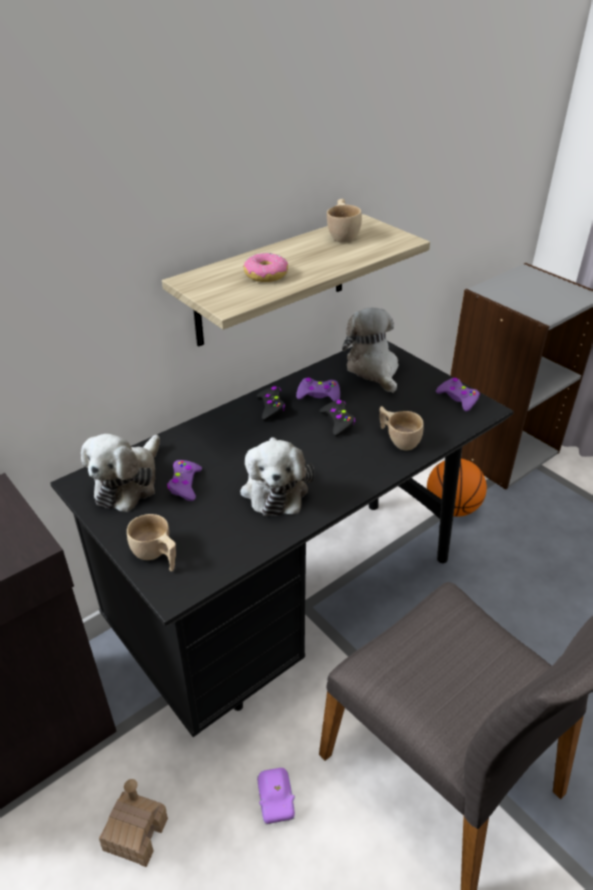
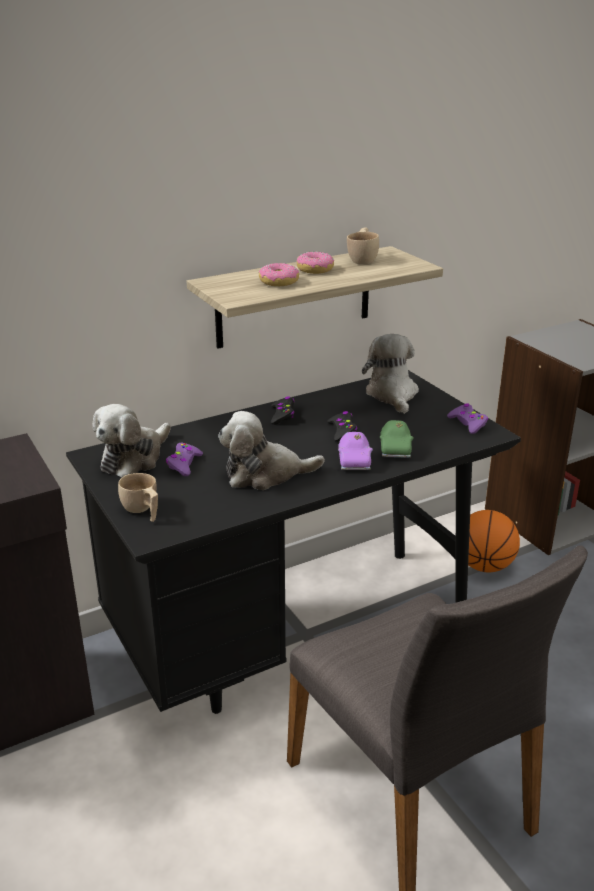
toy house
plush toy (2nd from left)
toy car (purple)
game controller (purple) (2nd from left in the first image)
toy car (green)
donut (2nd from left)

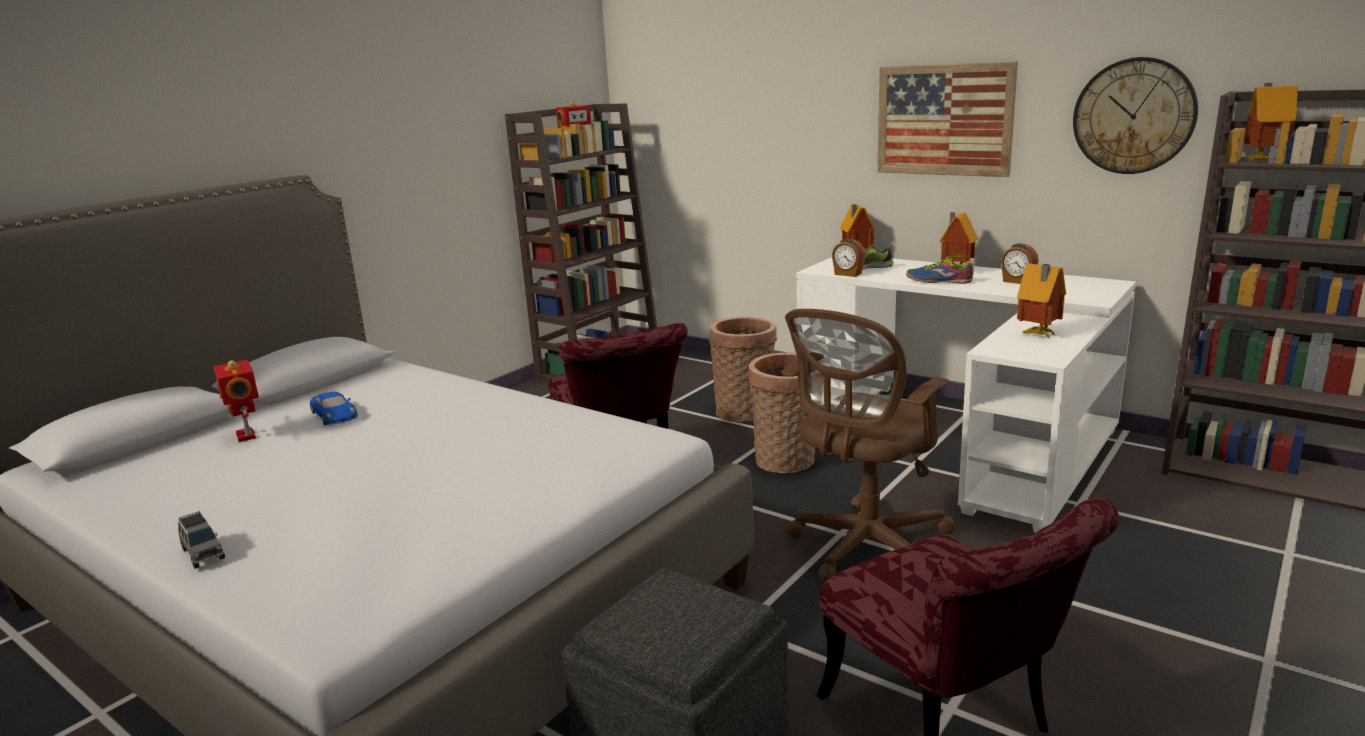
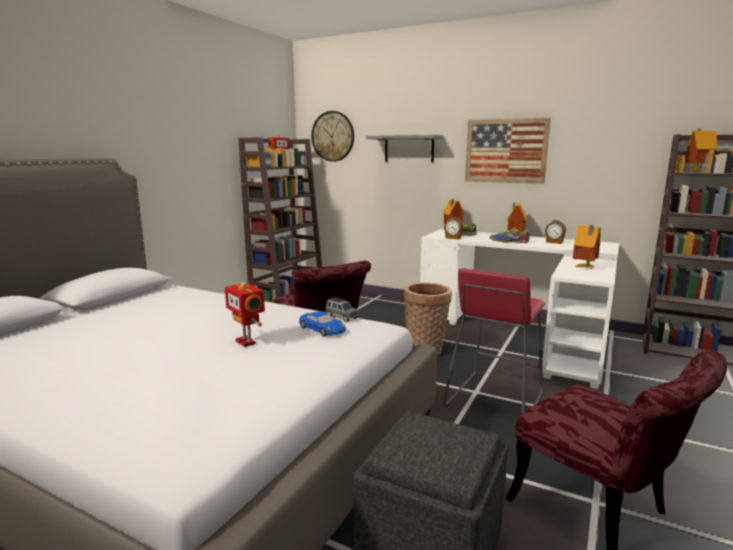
toy car (grey)
toy robot (1st from left)
toy car (blue)
basket (1st from left in the first image)
stool (red)
wall clock
shelf (grey)

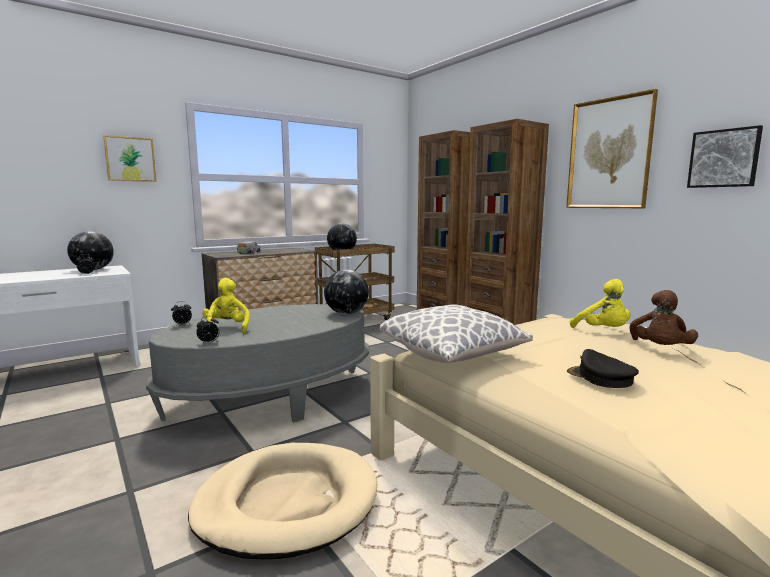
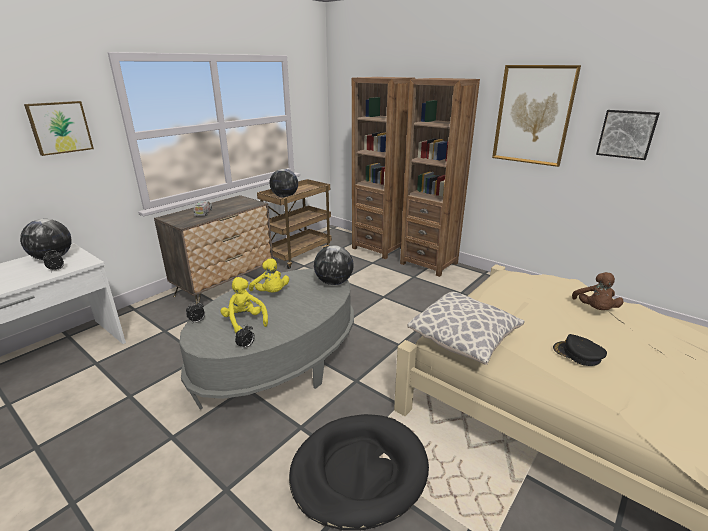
dog bed (black)
plush toy (yellow) (2nd from left)

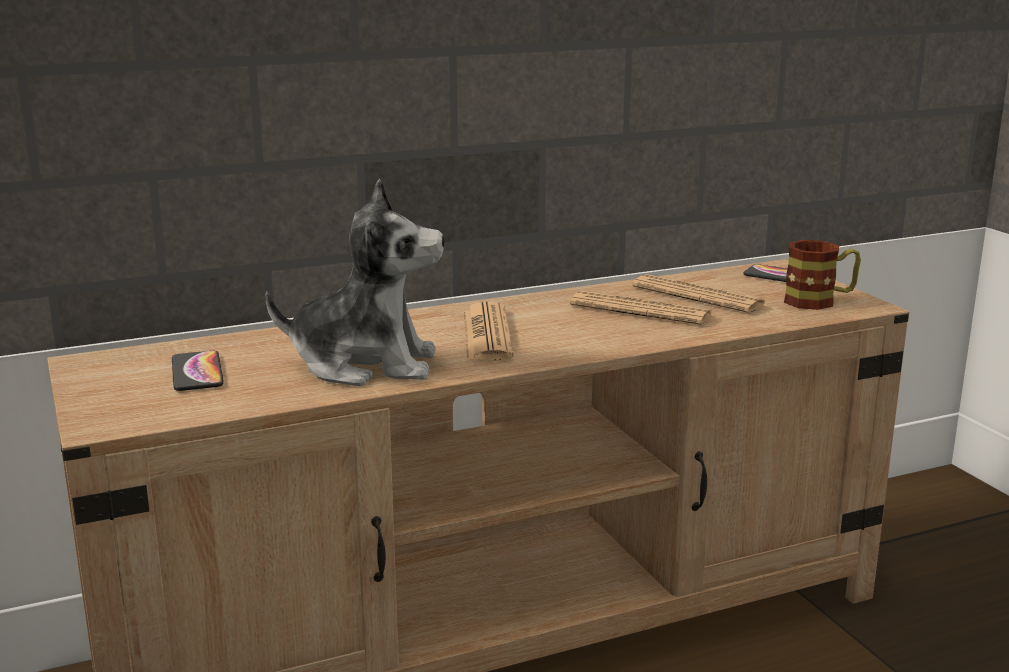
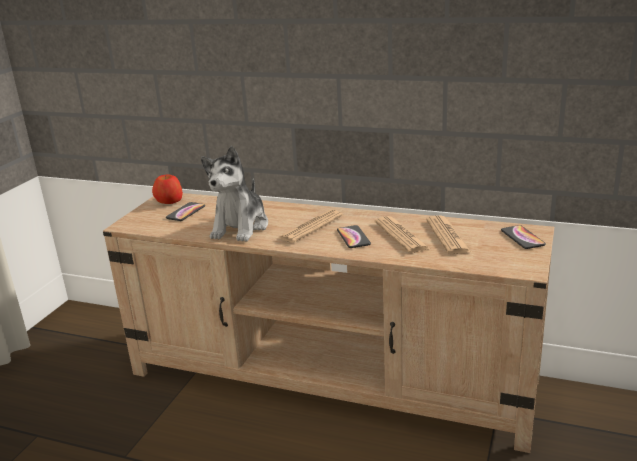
plush toy
mug
apple
phone (2nd from left)

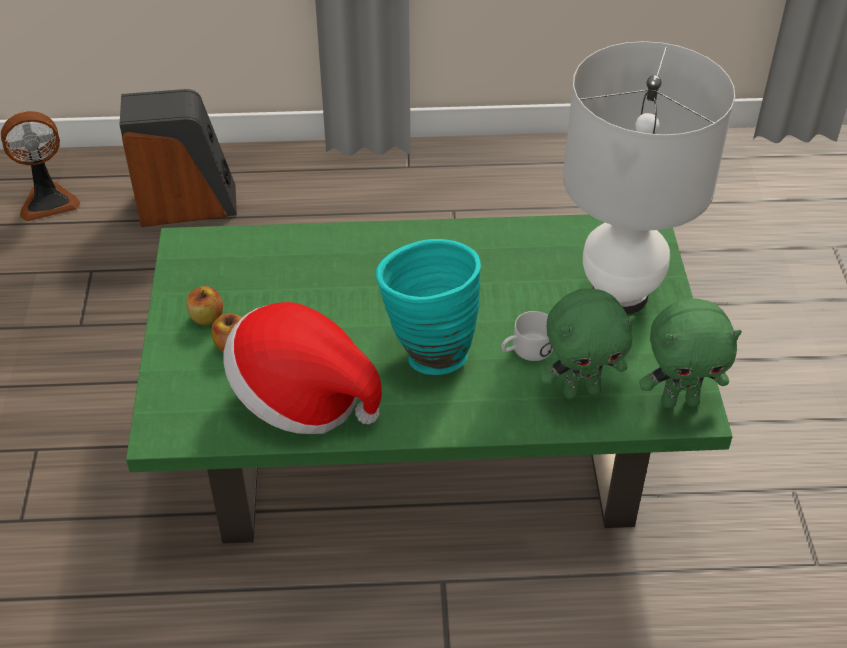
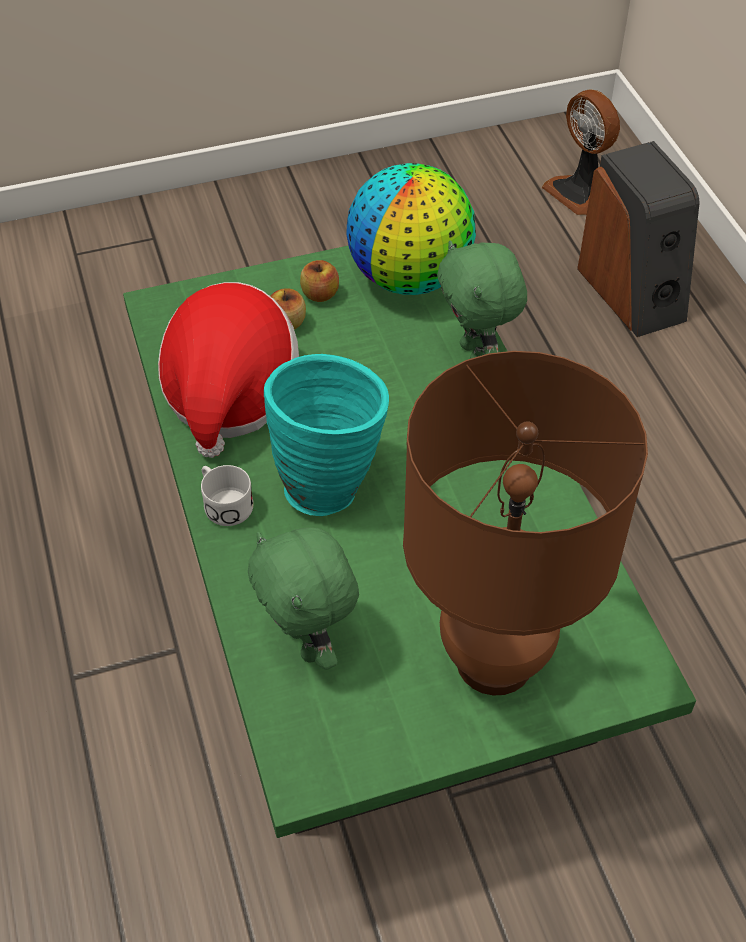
mug (white)
table lamp (brown)
plush toy (green) (2nd from left)
globe

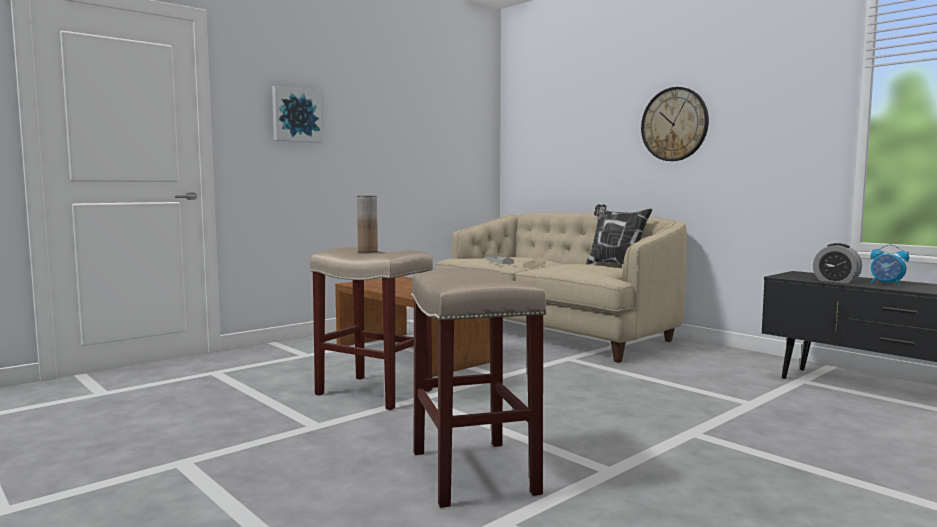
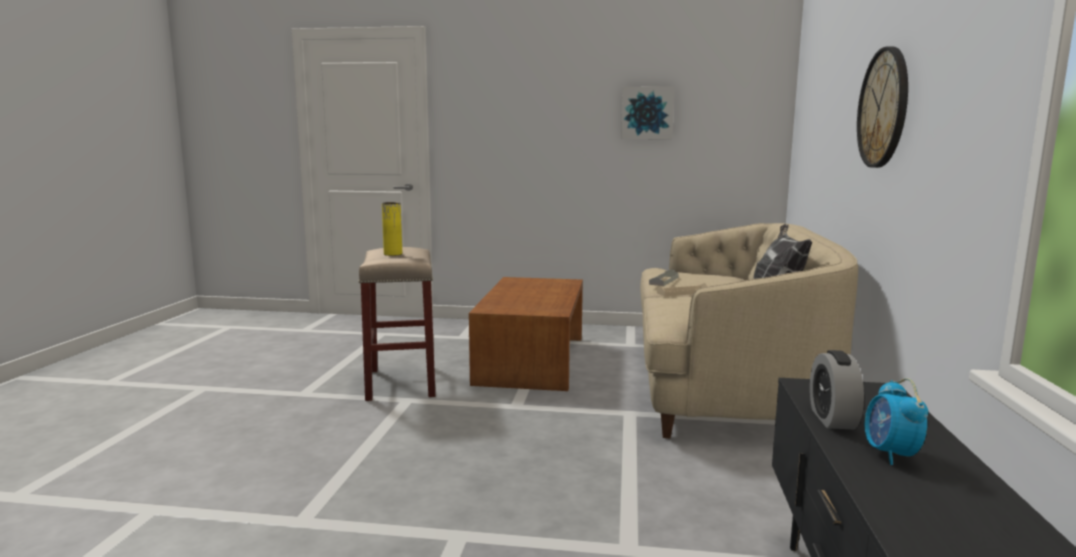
picture
vase (yellow)
stool (beige) (2nd from left in the first image)

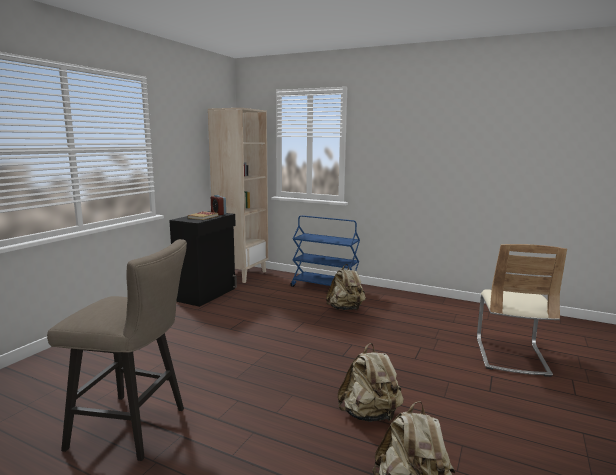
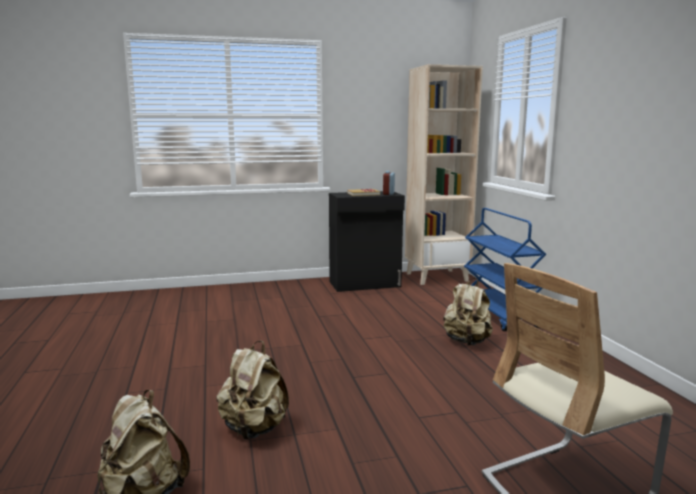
stool (beige)

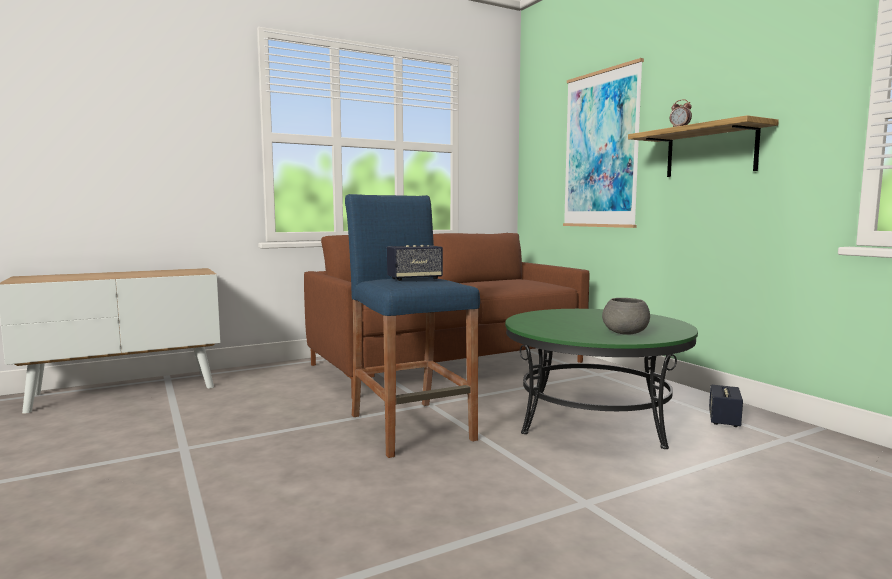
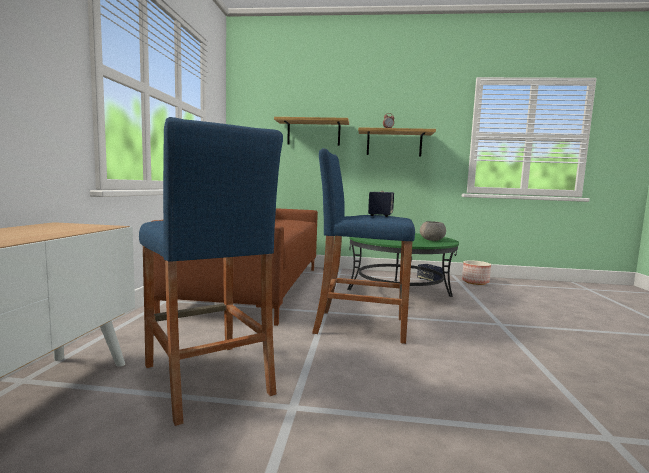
shelf (1st from left)
stool (blue) (1st from left)
planter

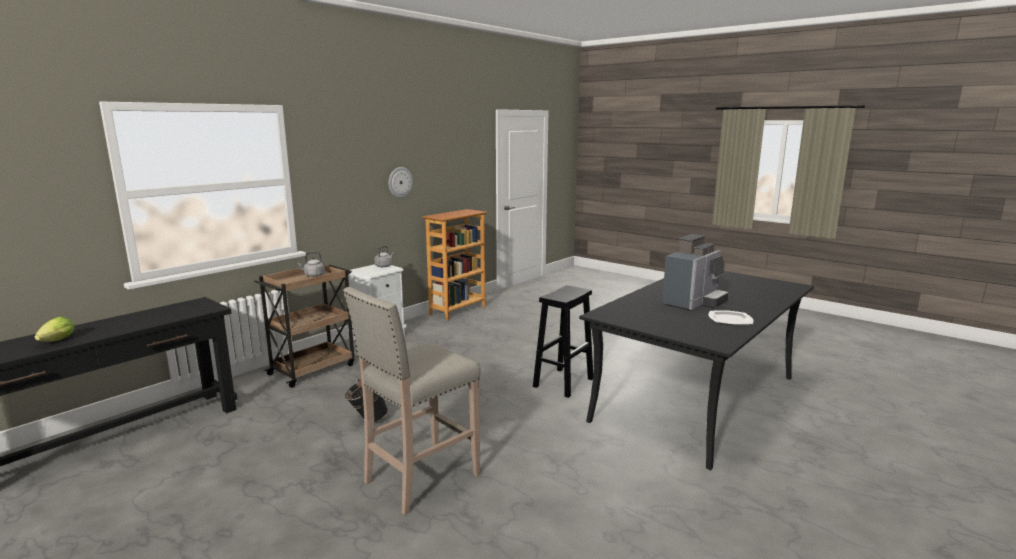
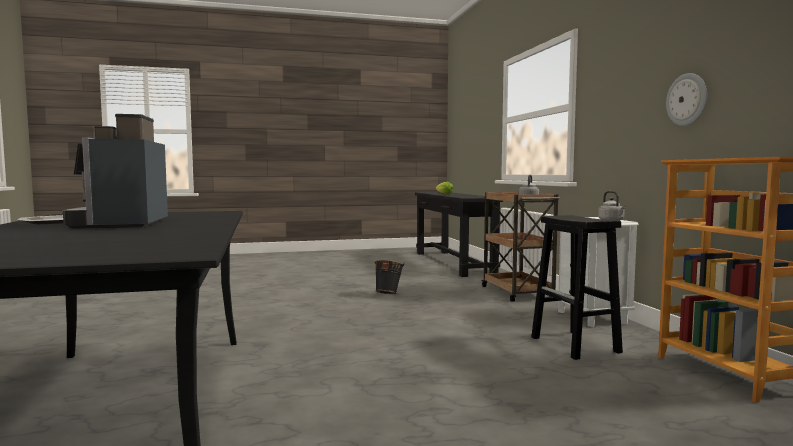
stool (beige)
stool (black)

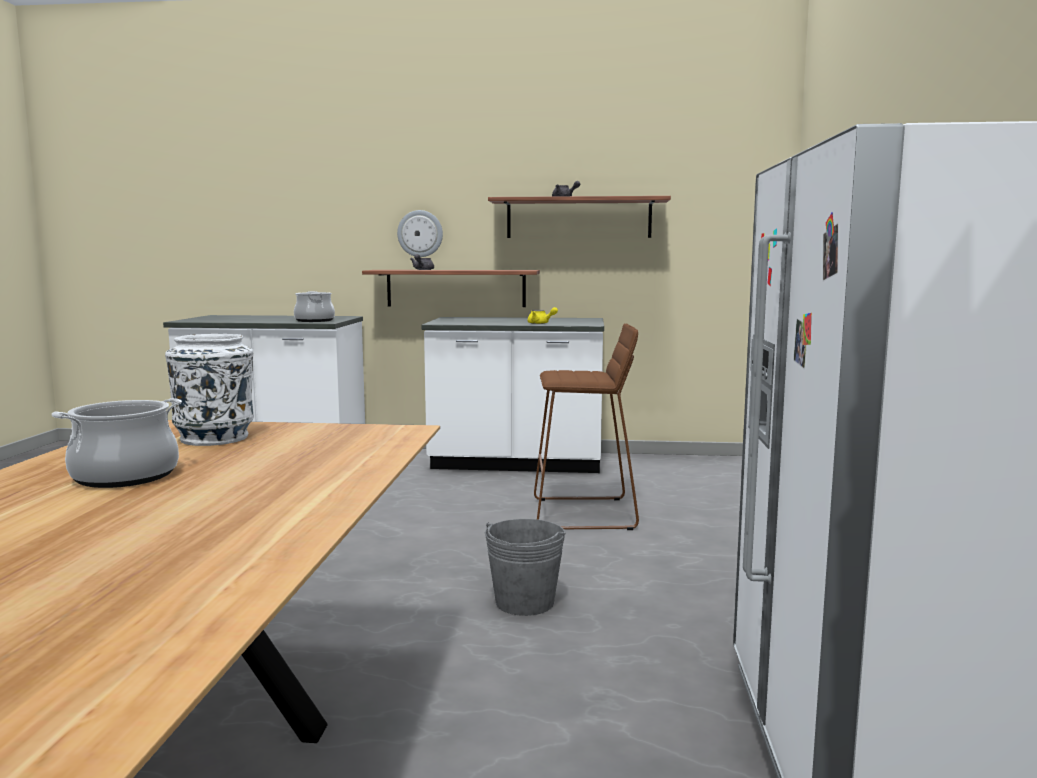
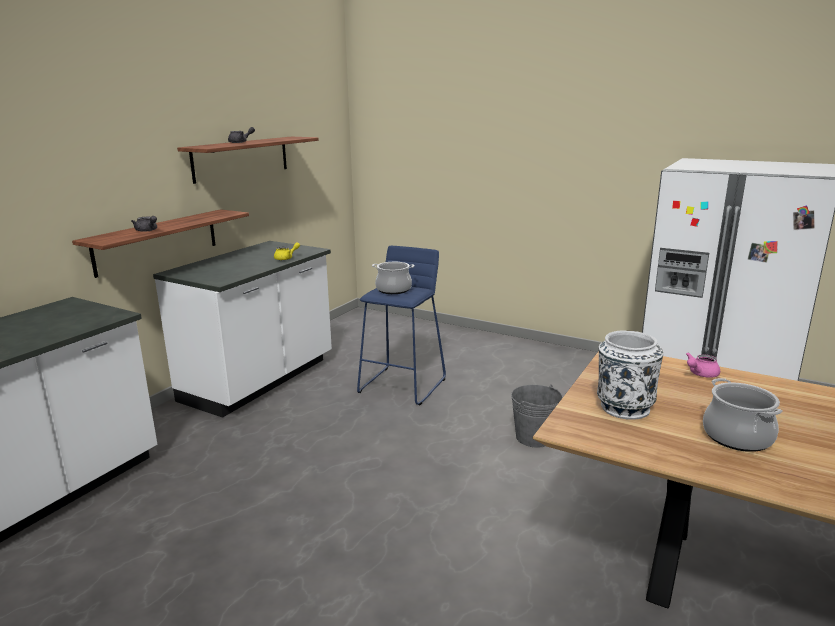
cooking pot (1st from left)
wall clock
stool (blue)
teapot (pink)

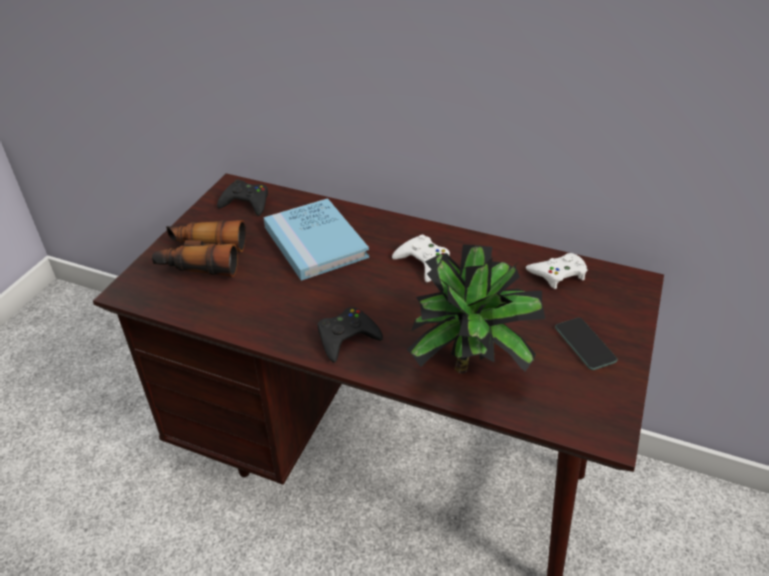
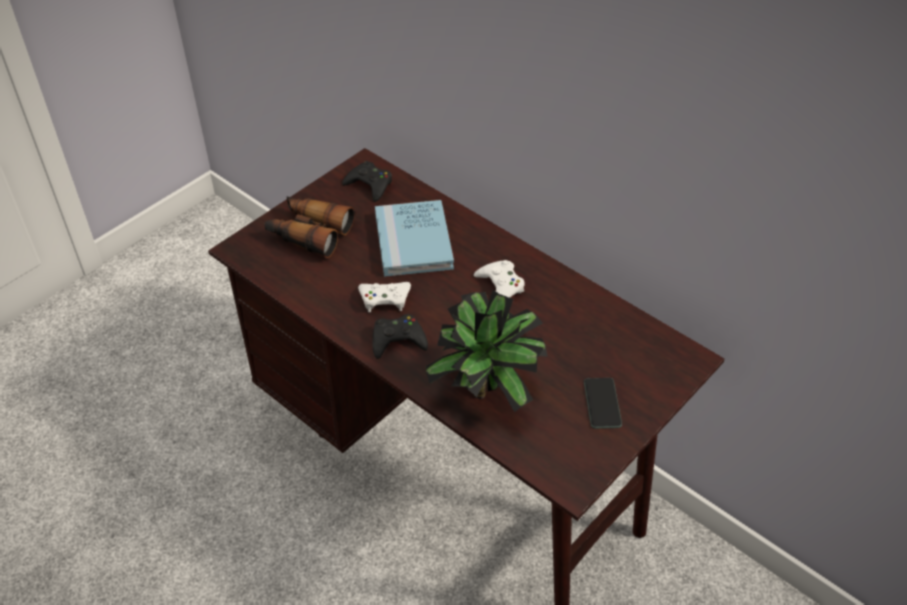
game controller (white) (1st from left)

